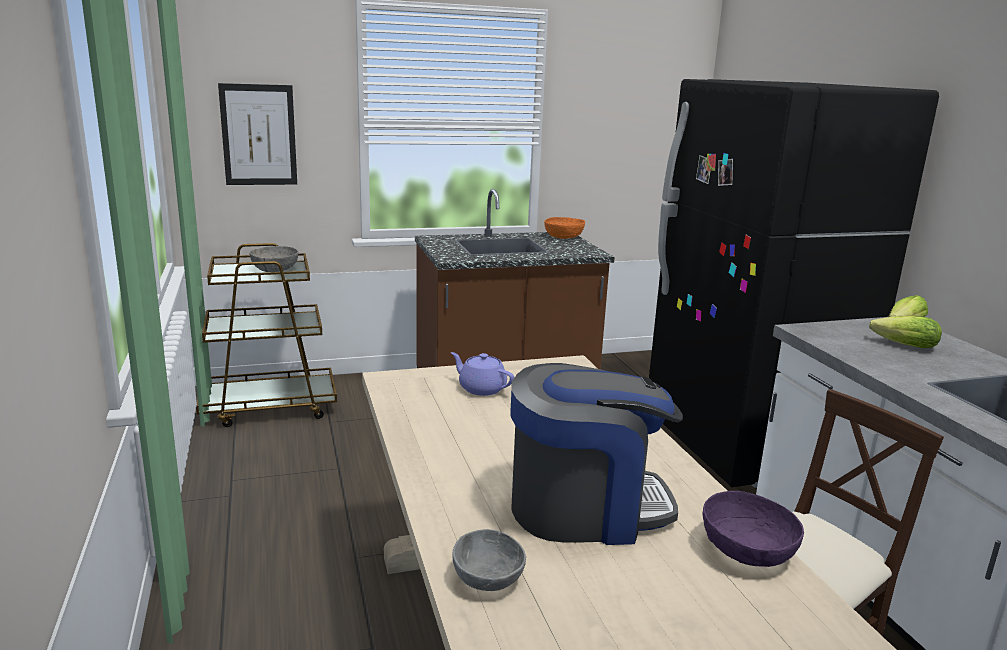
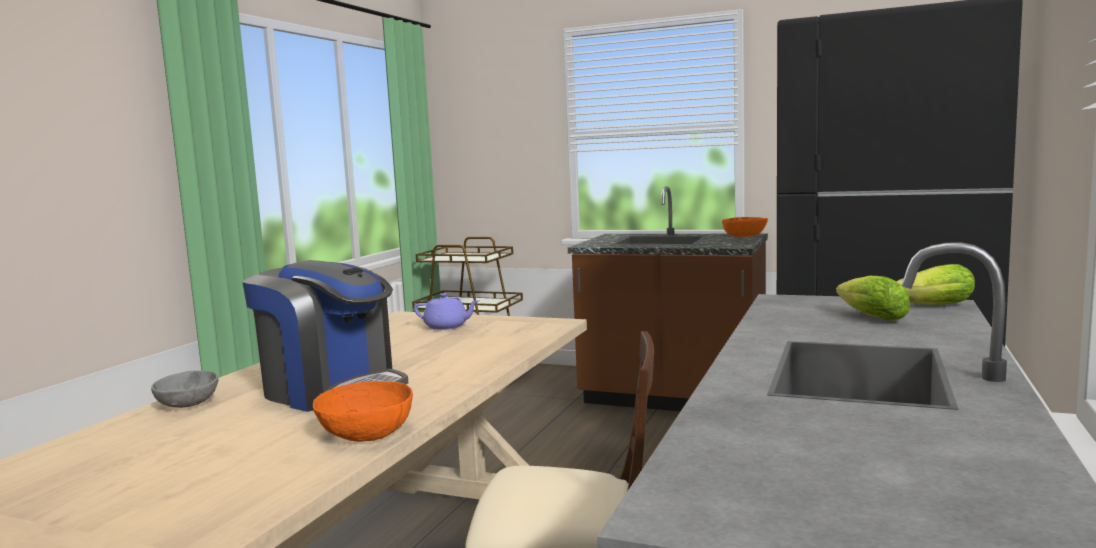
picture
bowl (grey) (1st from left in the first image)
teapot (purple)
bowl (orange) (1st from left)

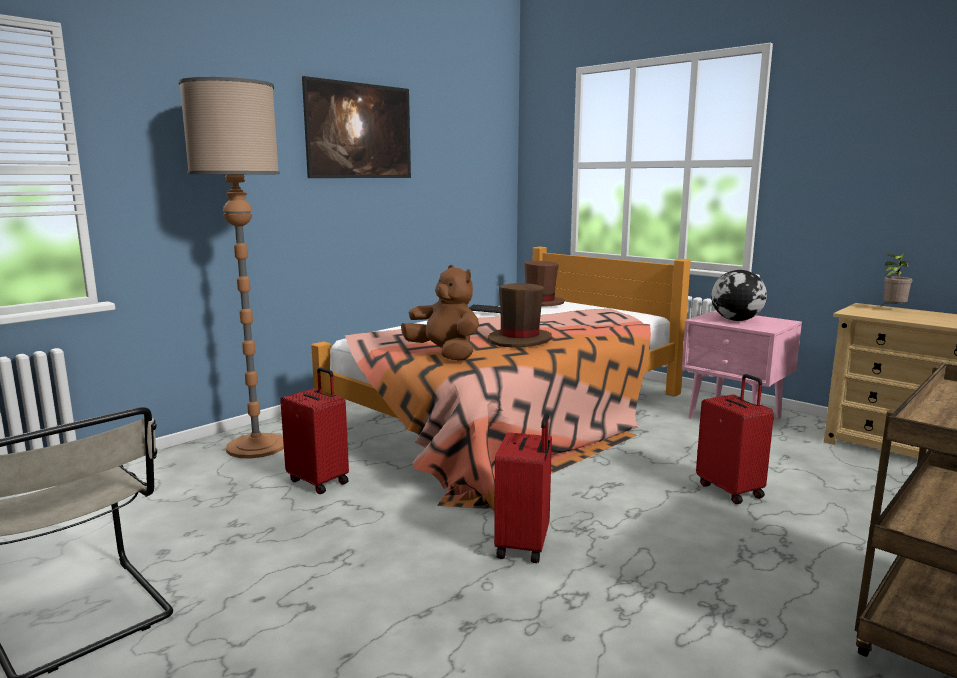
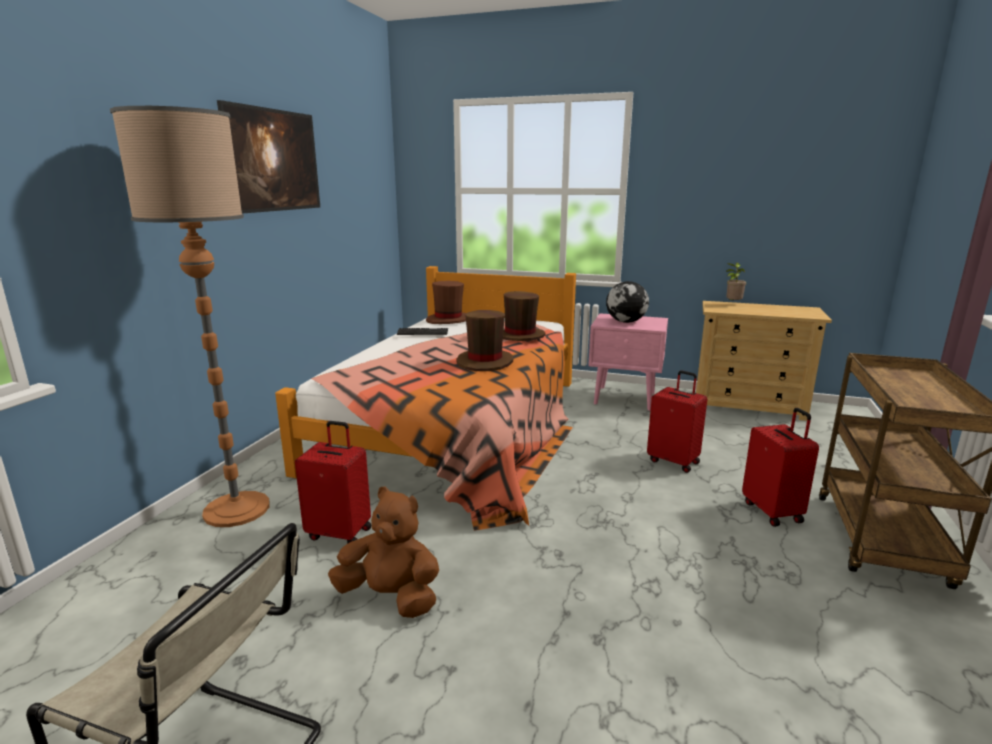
plush toy (brown)
suitcase (red) (3rd from left)
hat (brown) (3rd from left)

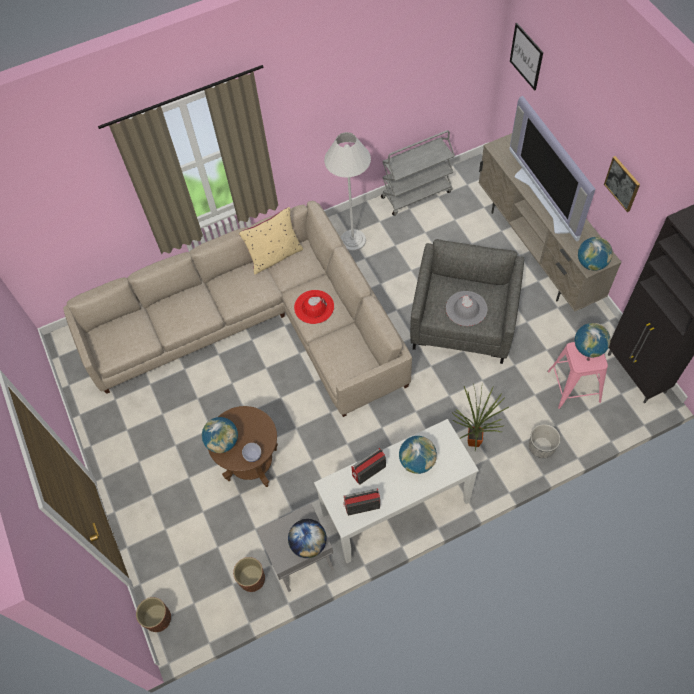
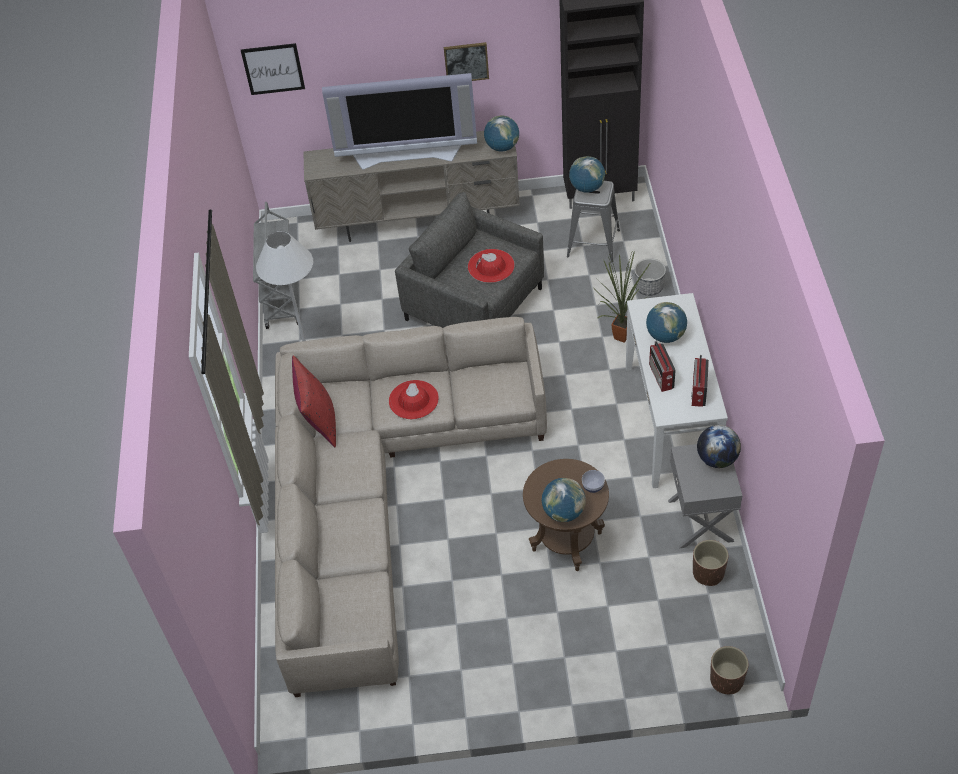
pillow (red)
hat (red) (2nd from left)
stool (grey)

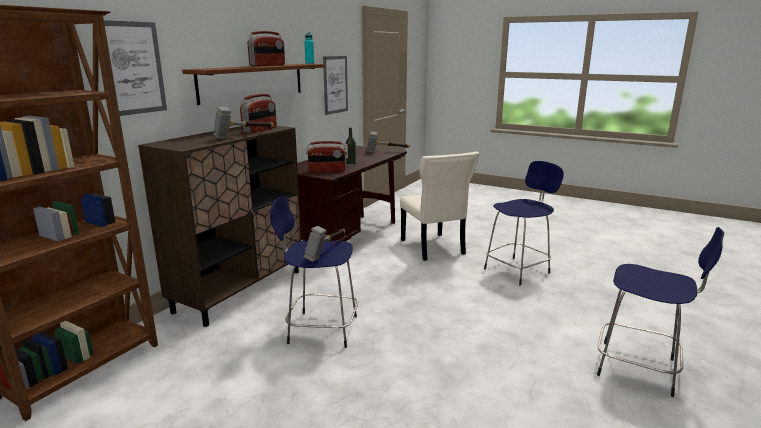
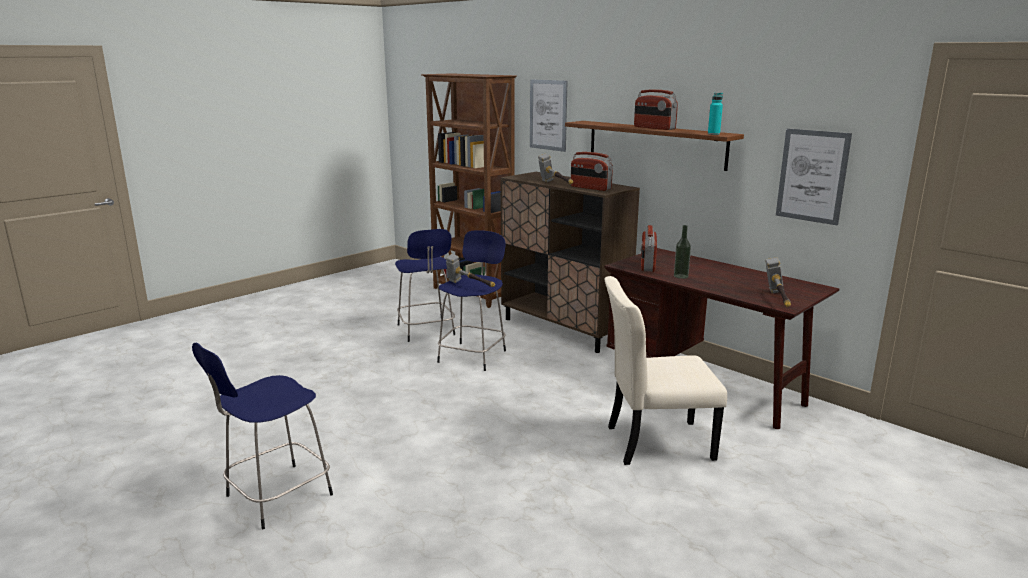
stool (blue) (2nd from left)

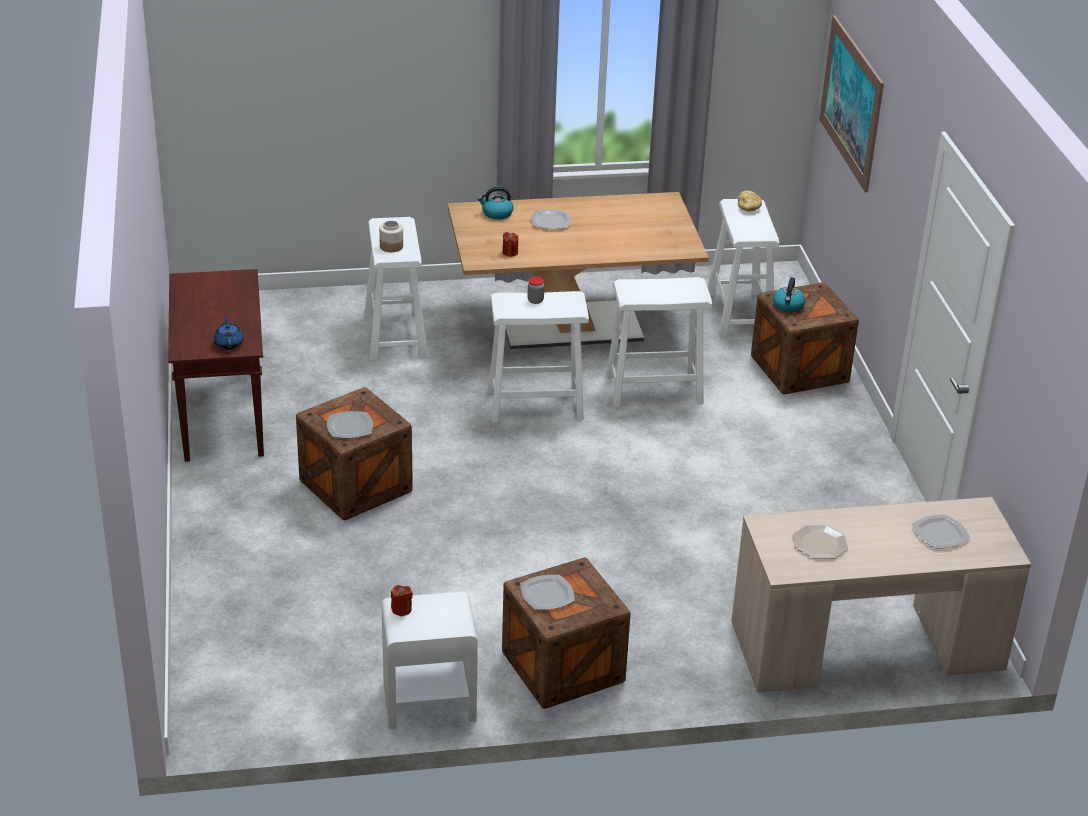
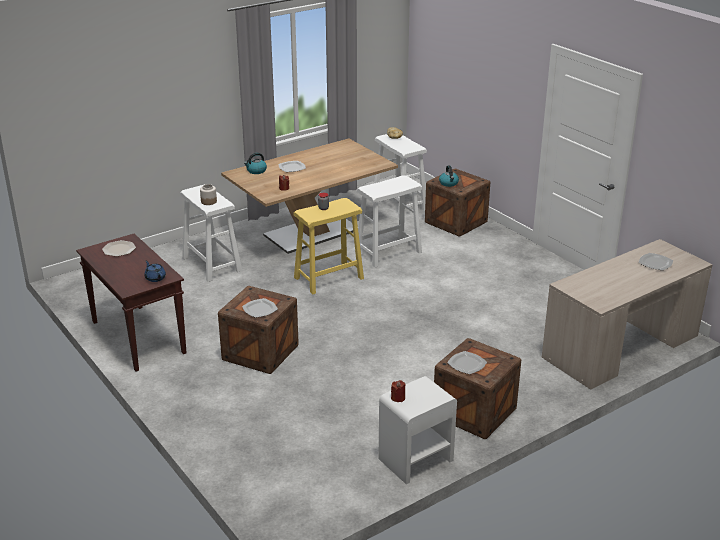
stool (yellow)
plate (1st from left)
picture

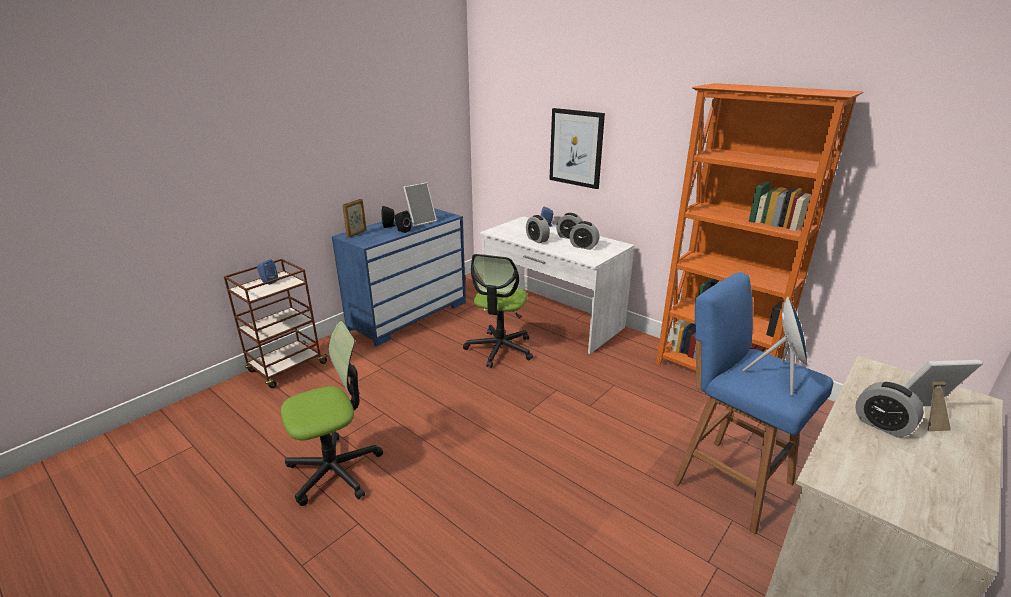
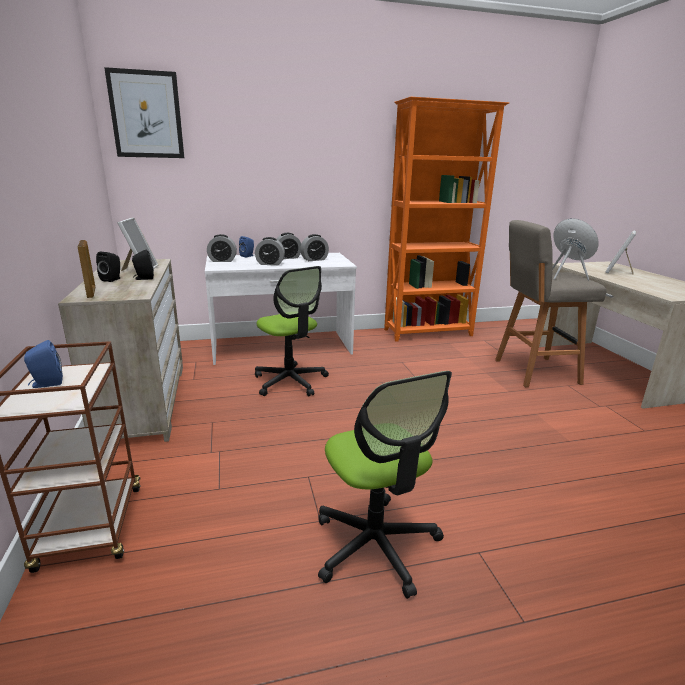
office chair (2nd from left)
dresser (beige)
picture
stool (grey)
alarm clock (1st from left)

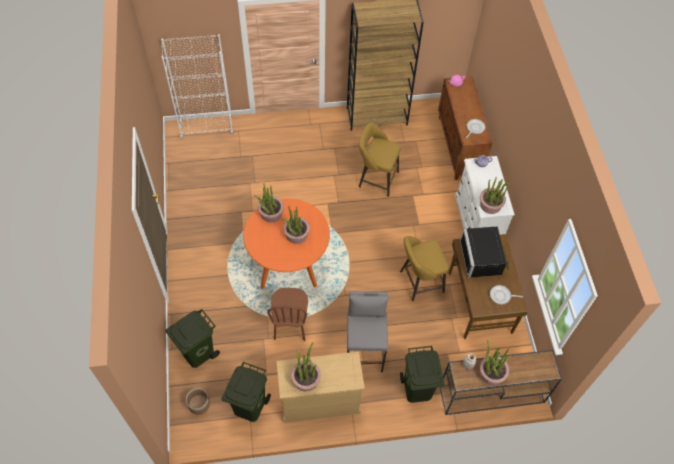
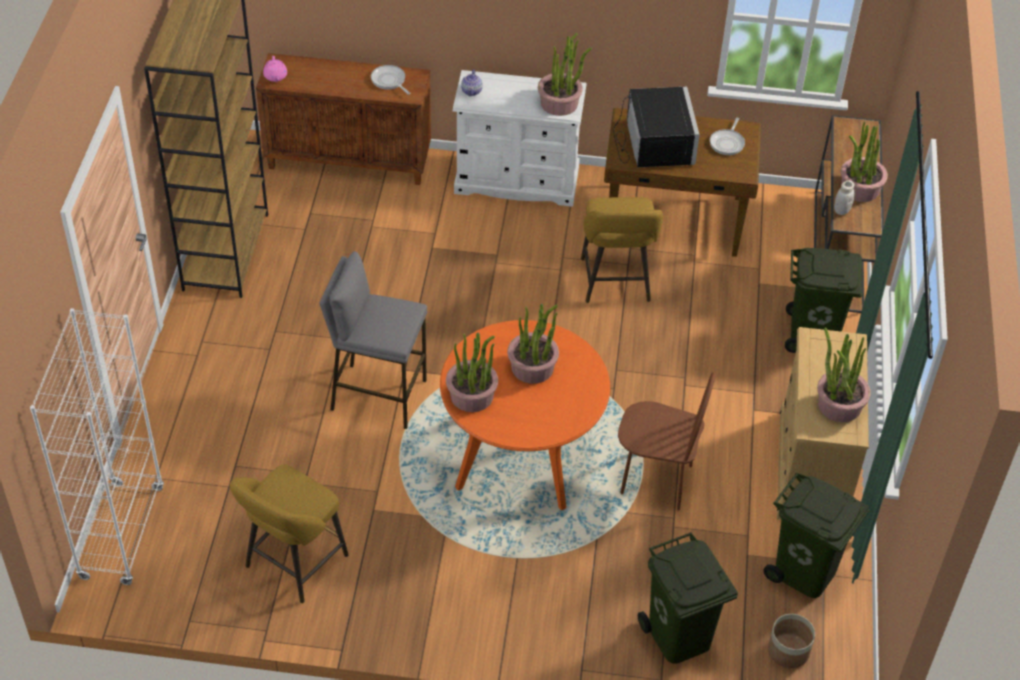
stool (grey)
stool (yellow) (1st from left)
microwave (black)

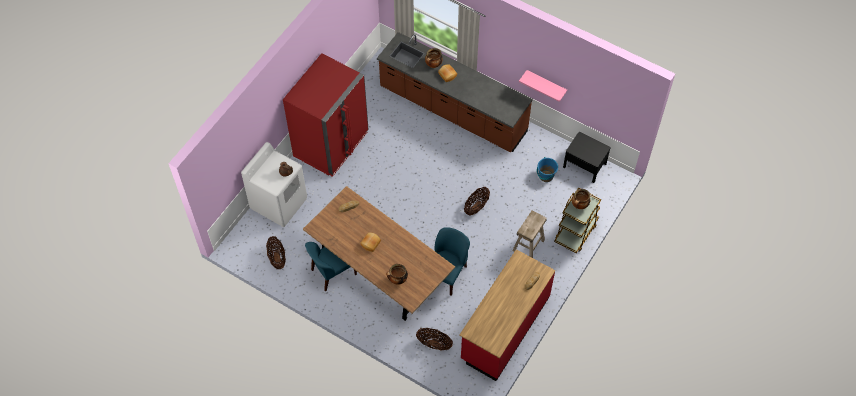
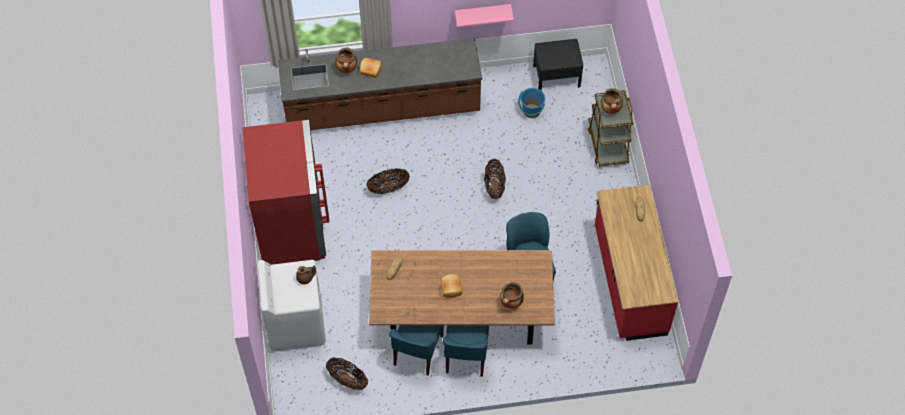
basket (2nd from left)
stool (beige)
chair (blue) (2nd from left)

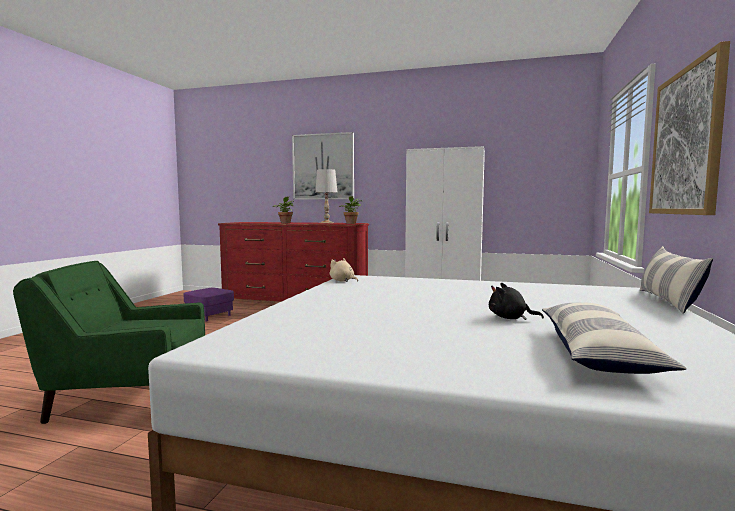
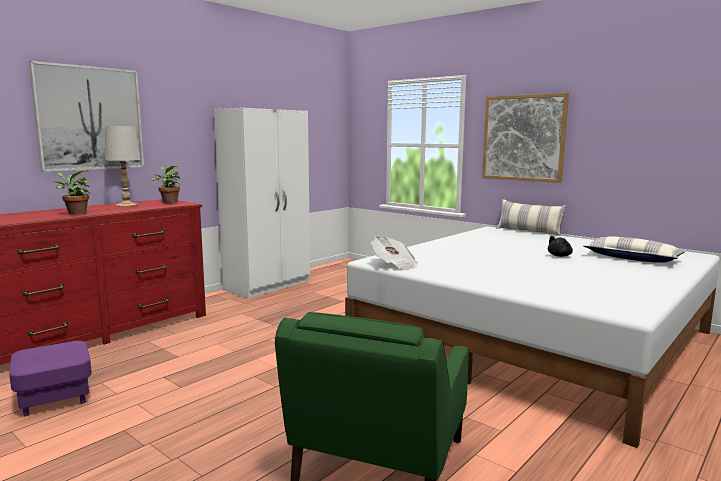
newspaper

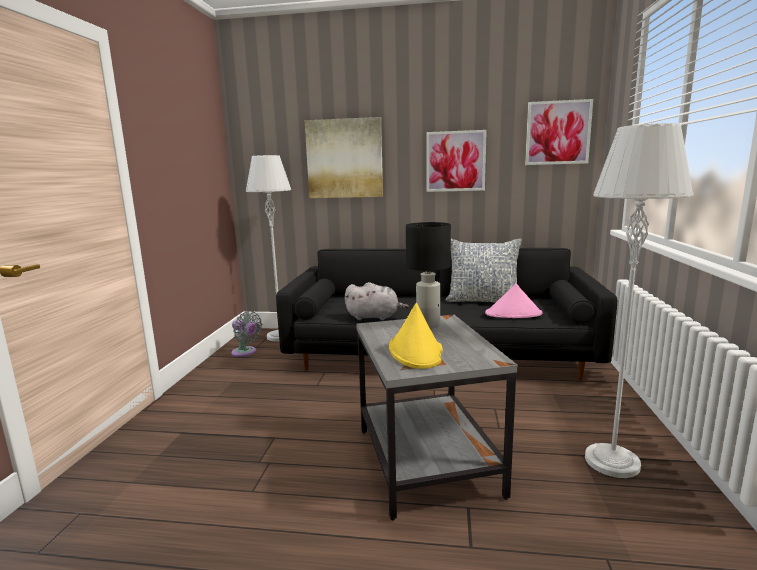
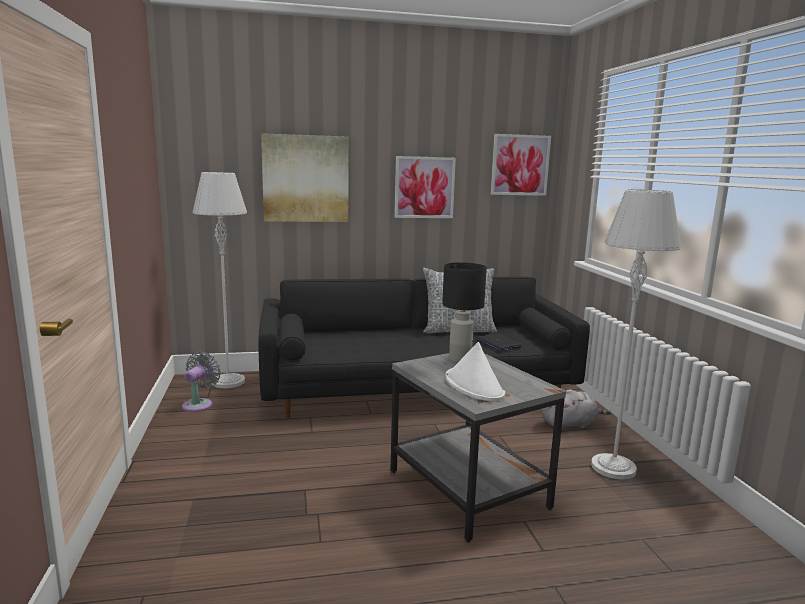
fan (grey)
plush toy (grey)
hat (white)
laptop

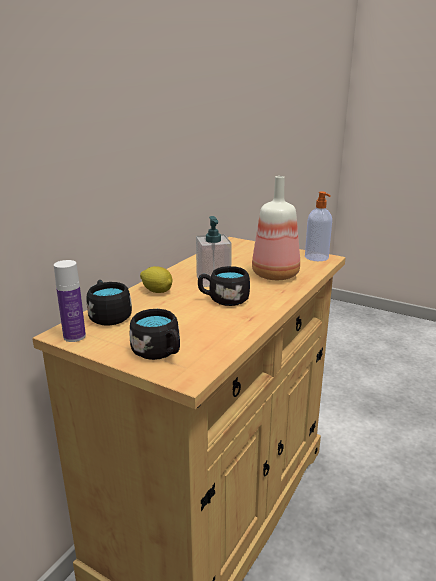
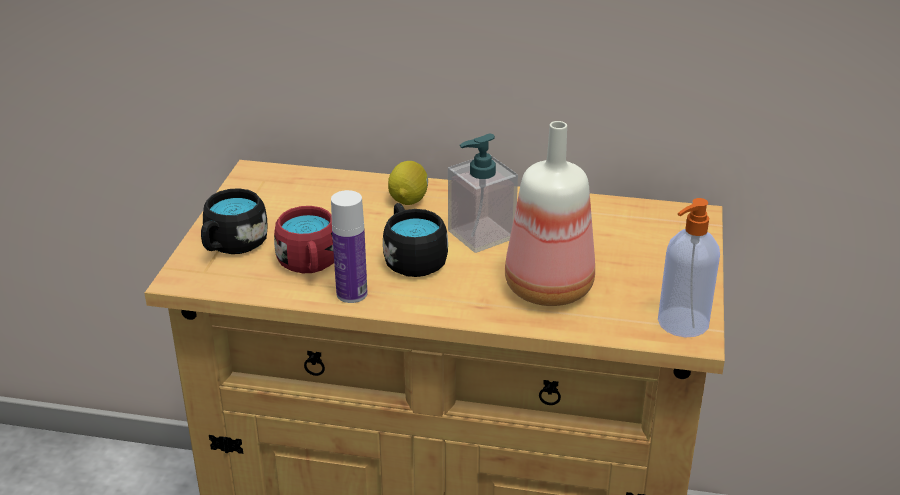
bottle (1st from left)
mug (black) (1st from left in the first image)
mug (red)

